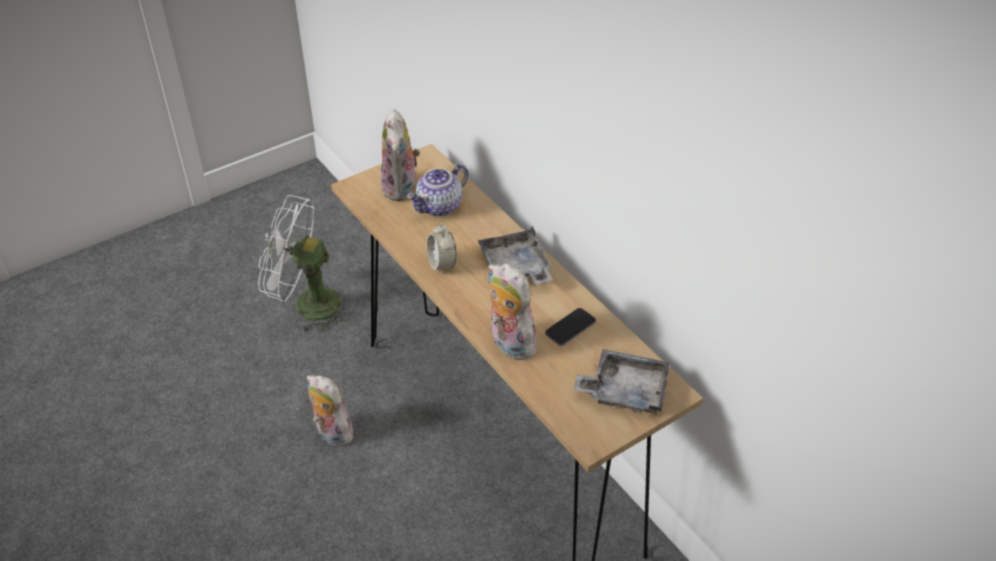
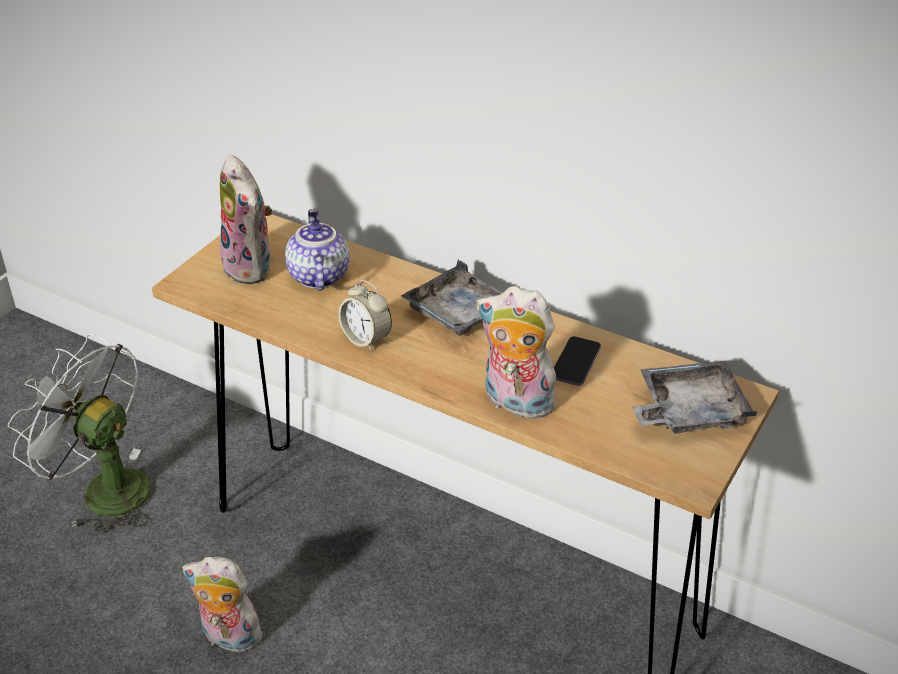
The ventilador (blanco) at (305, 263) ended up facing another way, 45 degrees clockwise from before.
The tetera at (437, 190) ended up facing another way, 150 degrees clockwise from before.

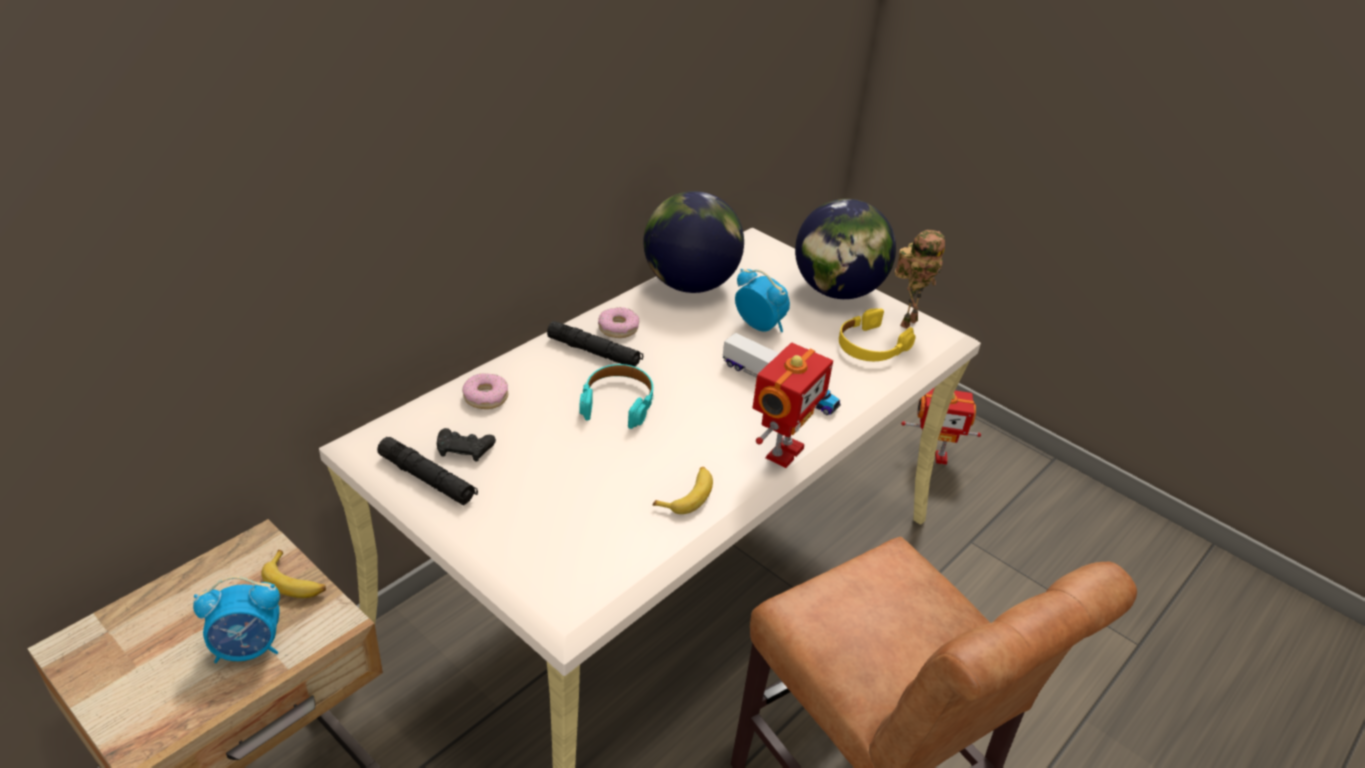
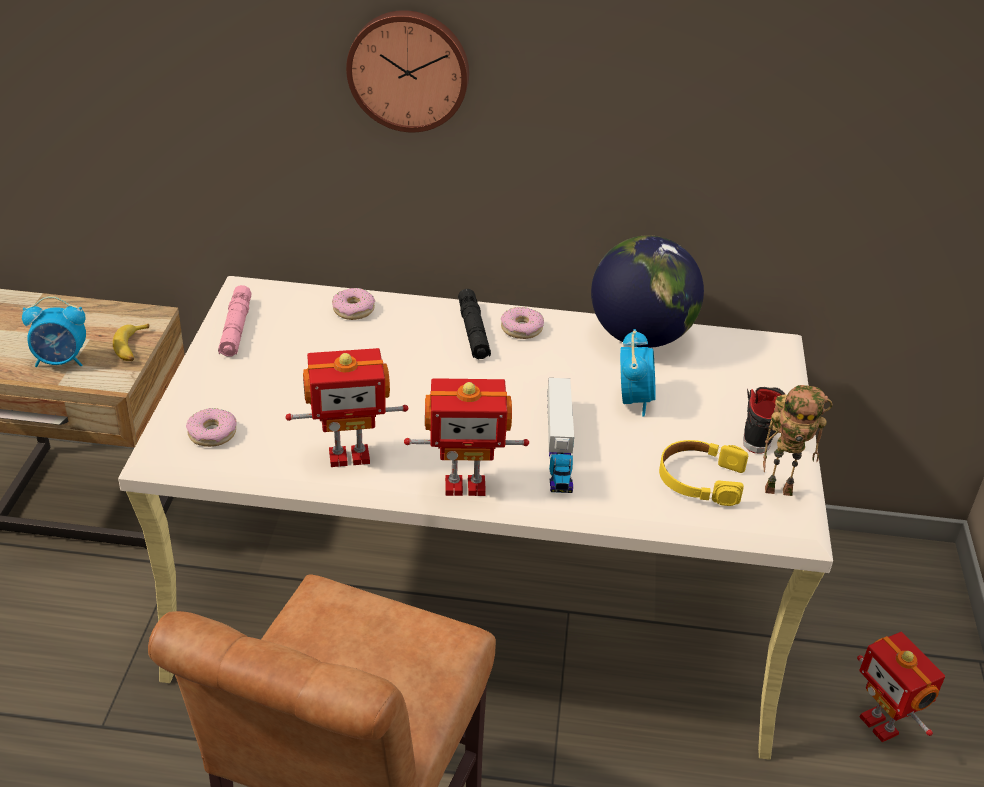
The despertador at (236, 619) ended up facing another way, 45 degrees counterclockwise from before.
The second view gained the rosquilla at (211, 427).
What was the linterna (negro) at (427, 471) turned into the linterna (rosa) at (234, 321).
Where the plátano stood at (683, 490), the robot de juguete came to stand at (346, 407).
The second view gained the reloj de pared at (407, 71).
Where the globo terráqueo stood at (845, 249), the zapato (negro) came to stand at (764, 420).
The second view lost the mando de consola (negro) at (466, 445).
The second view lost the auriculares (turquesa) at (616, 396).

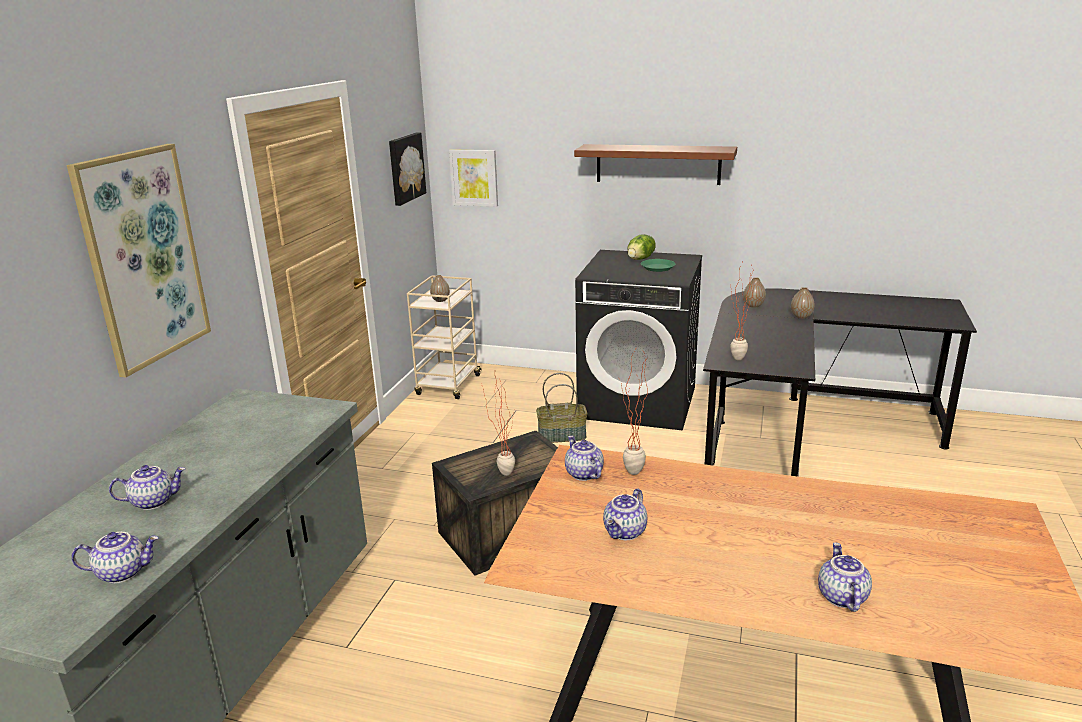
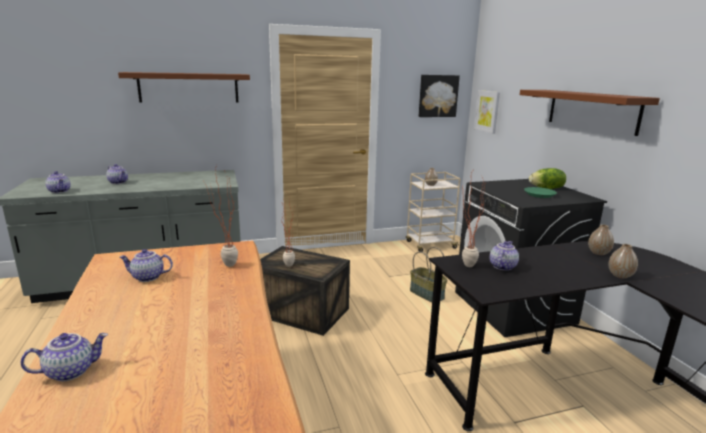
Where the cuadro hung at (139, 261), the estante (marrón) came to hang at (184, 87).
The tetera ended up elsewhere, having gone from (584, 458) to (504, 256).

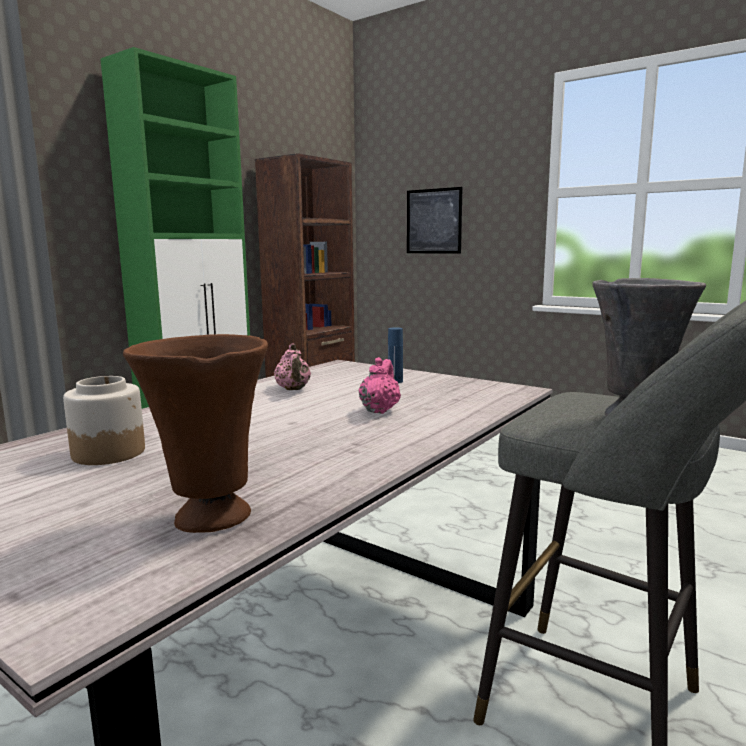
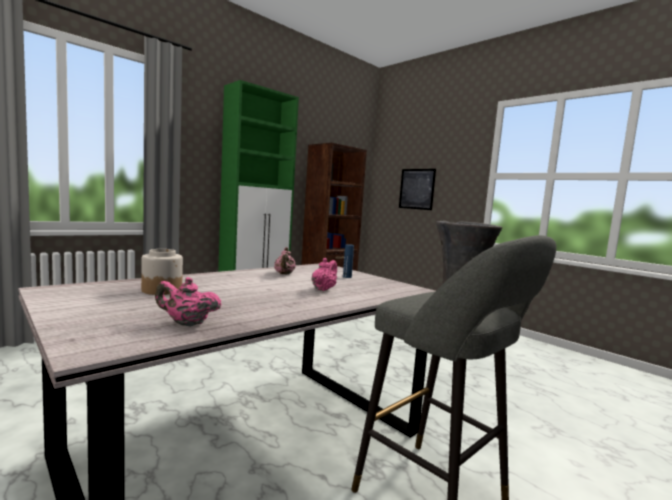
Where the florero (marrón) stood at (195, 433), the tetera (rosa) came to stand at (188, 302).

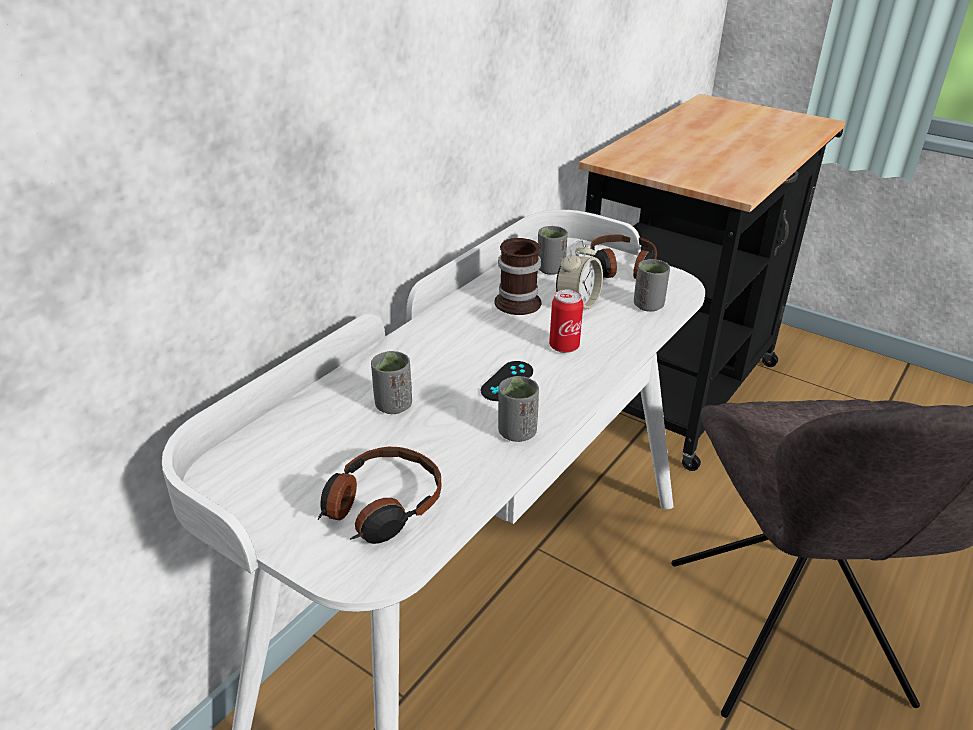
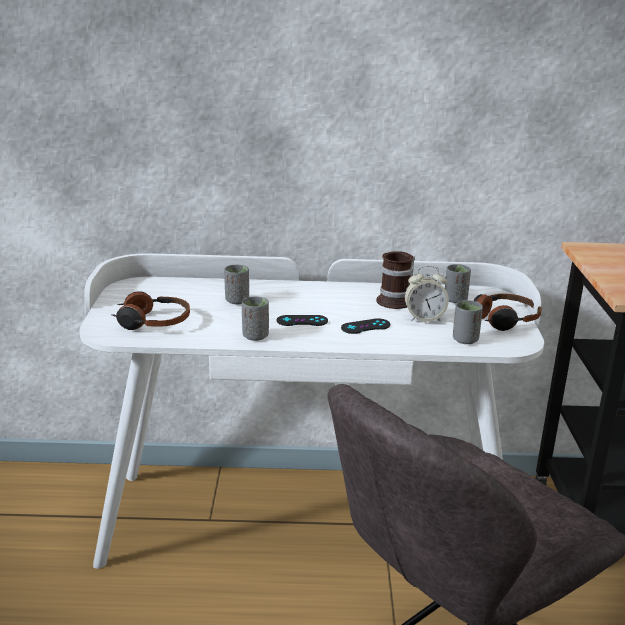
Where the lata stood at (566, 321), the mando de consola (negro) came to stand at (365, 326).

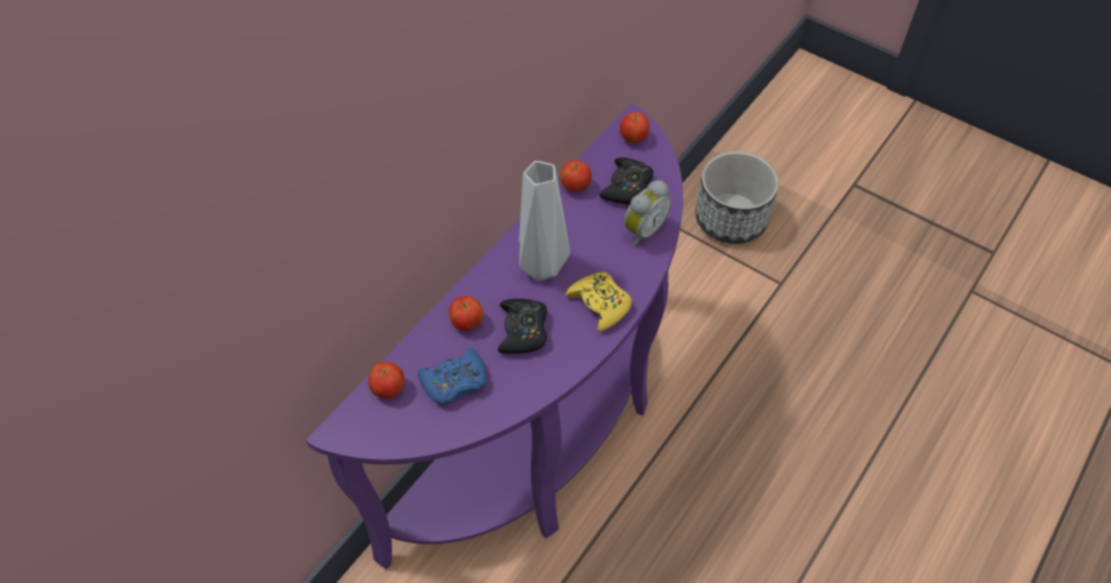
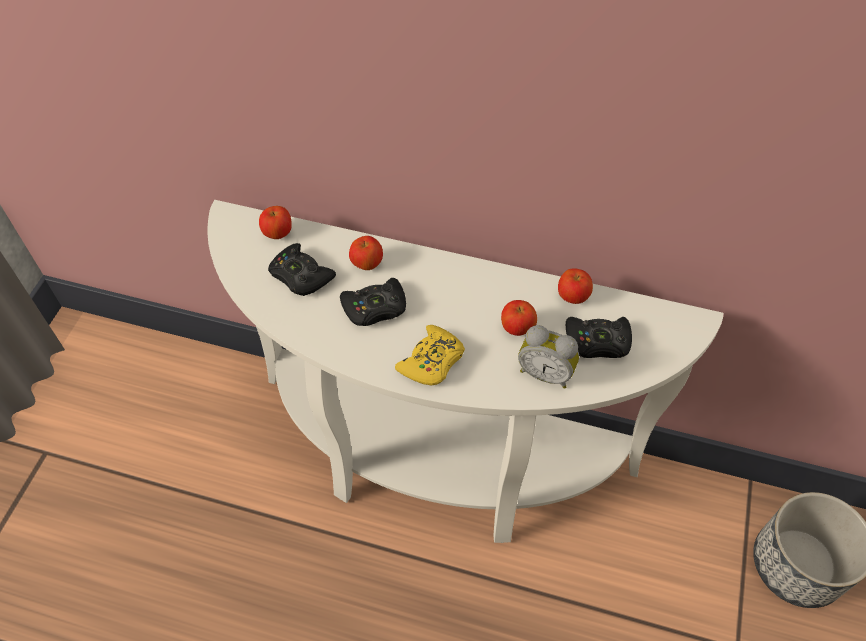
What was the mesa consola (morado) at (494, 336) turned into the mesa consola (blanco) at (466, 371).
What was the mando de consola (azul) at (452, 376) turned into the mando de consola (negro) at (302, 269).
The manzana ended up elsewhere, having gone from (634, 127) to (519, 318).
The second view lost the florero (gris) at (544, 221).

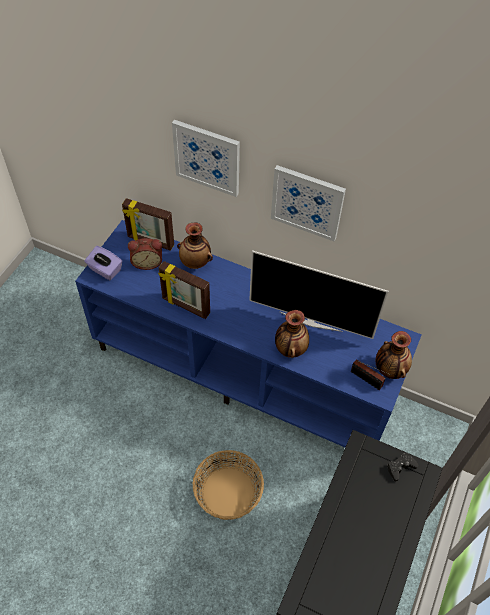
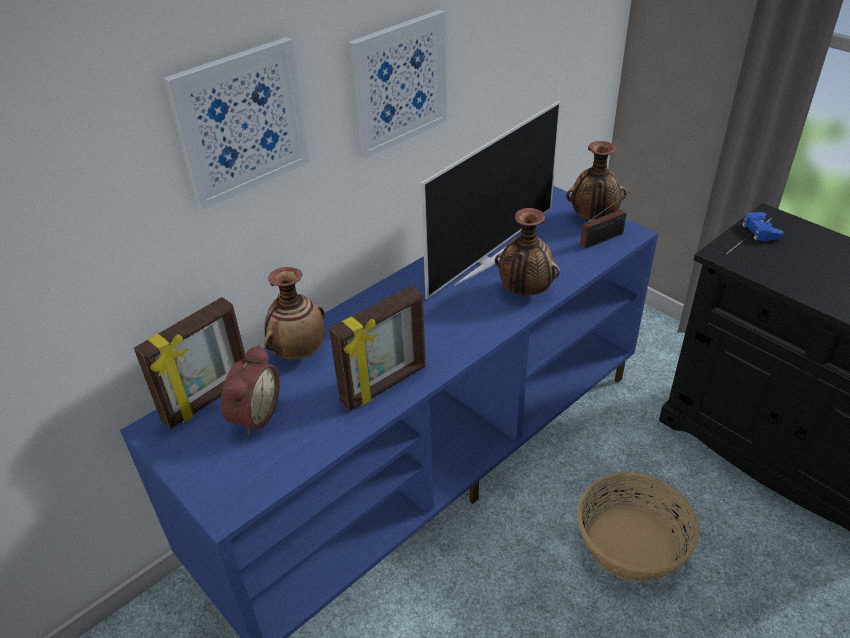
What was the mando de consola (negro) at (403, 467) turned into the mando de consola (azul) at (763, 226).
The second view lost the caja de pañuelos (morado) at (103, 263).

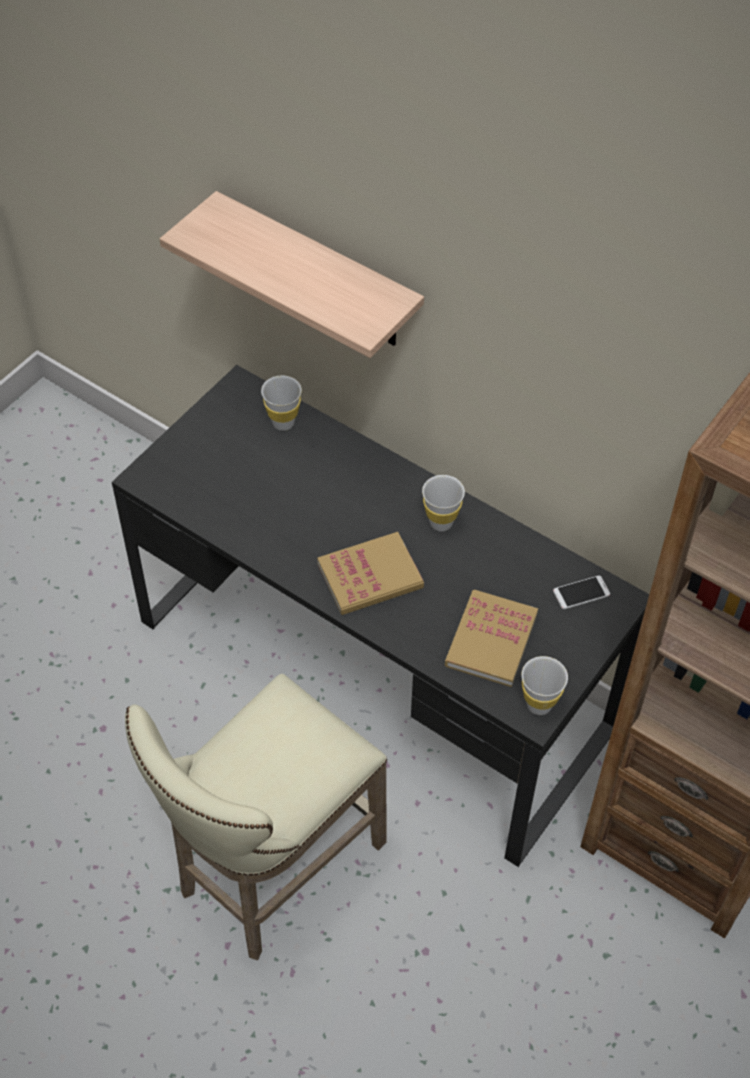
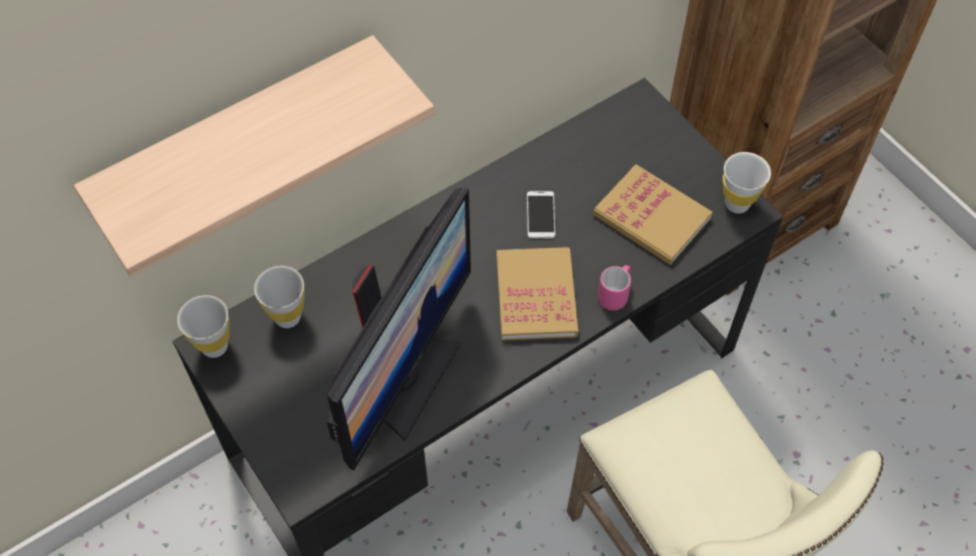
The taza (blanco) ended up elsewhere, having gone from (443, 503) to (203, 326).
The second view gained the monitor at (399, 328).
The móvil ended up elsewhere, having gone from (581, 592) to (541, 214).
The second view gained the taza grande (rosa) at (614, 288).

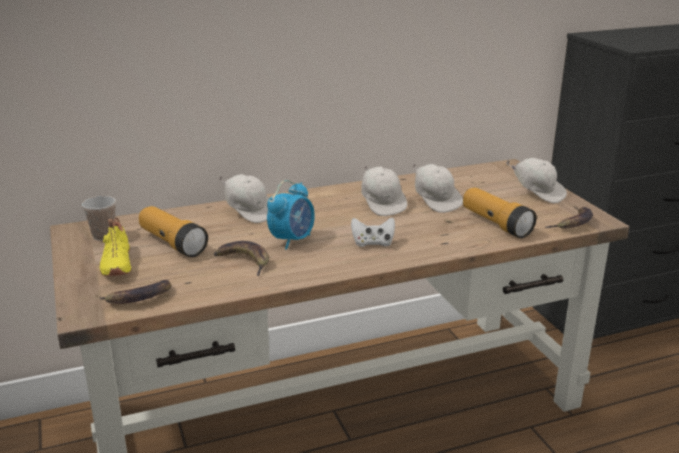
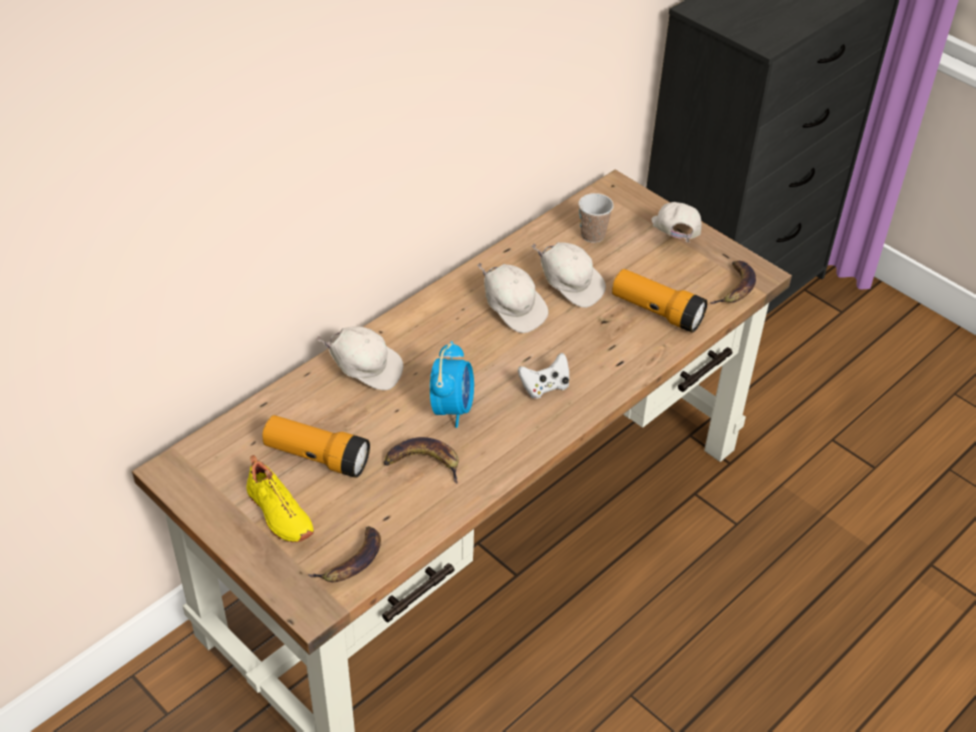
The taza ended up elsewhere, having gone from (99, 218) to (596, 218).
The gorra (blanco) at (536, 181) ended up facing another way, 105 degrees counterclockwise from before.

